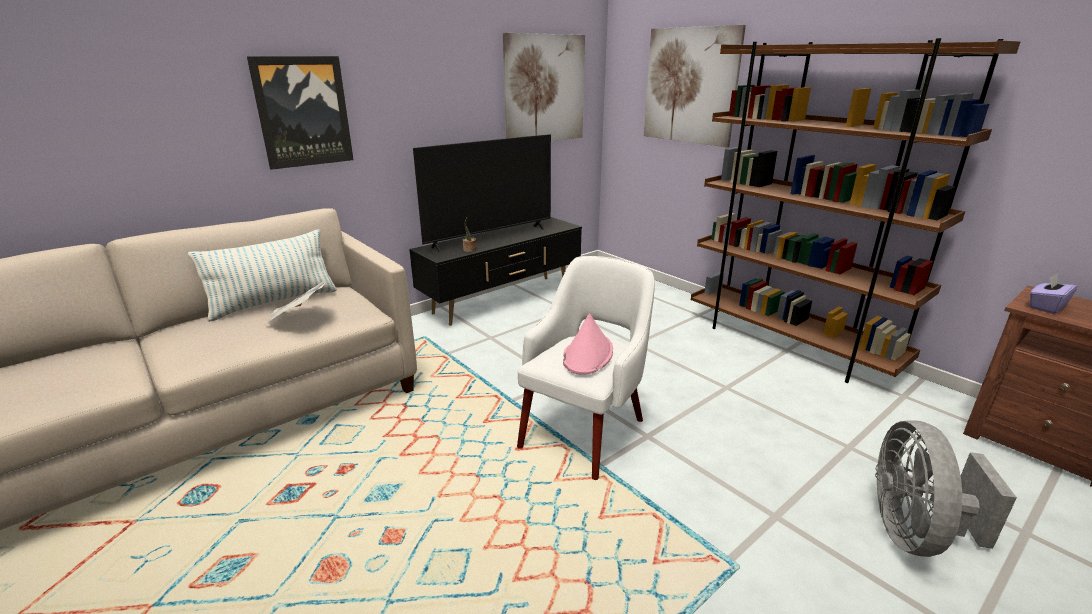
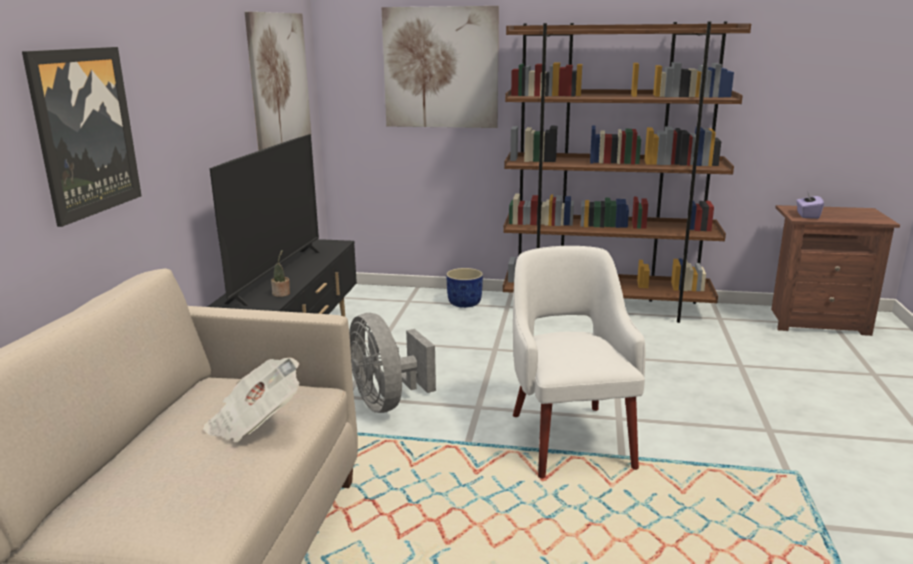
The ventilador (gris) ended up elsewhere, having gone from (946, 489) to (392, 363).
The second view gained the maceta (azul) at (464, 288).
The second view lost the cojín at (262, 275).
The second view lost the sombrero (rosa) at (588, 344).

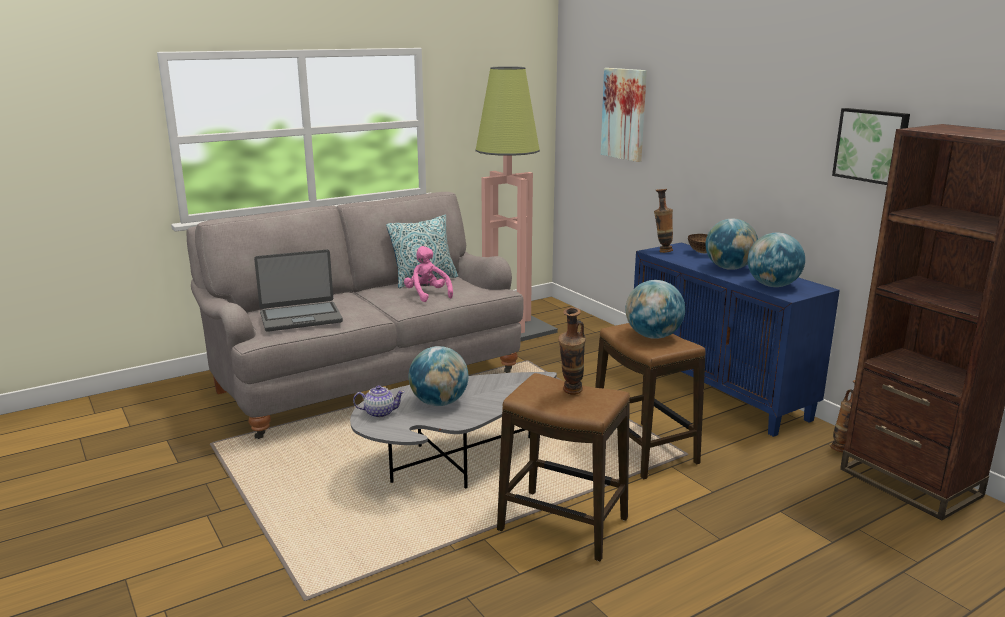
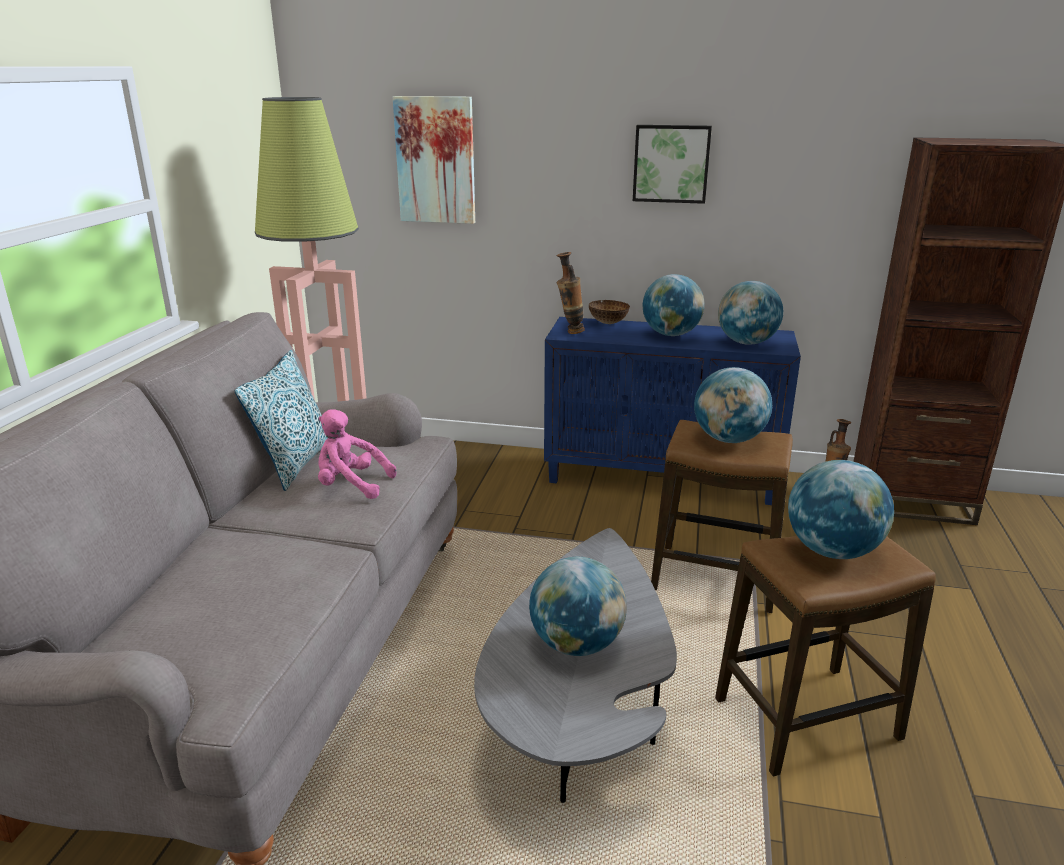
The cuadro ended up elsewhere, having gone from (871, 146) to (672, 164).
Where the florero stood at (572, 351), the globo terráqueo came to stand at (841, 509).
The second view lost the portátil at (298, 290).
The second view lost the tetera at (379, 401).

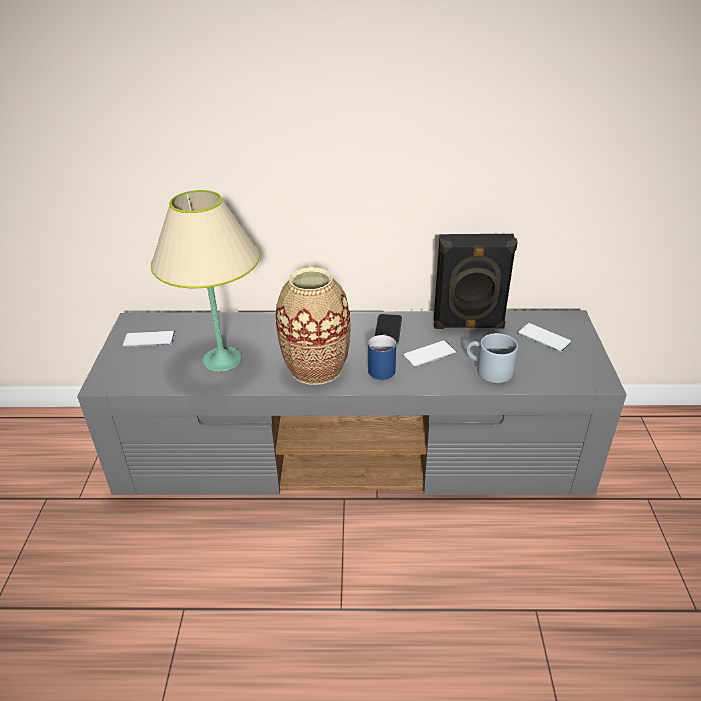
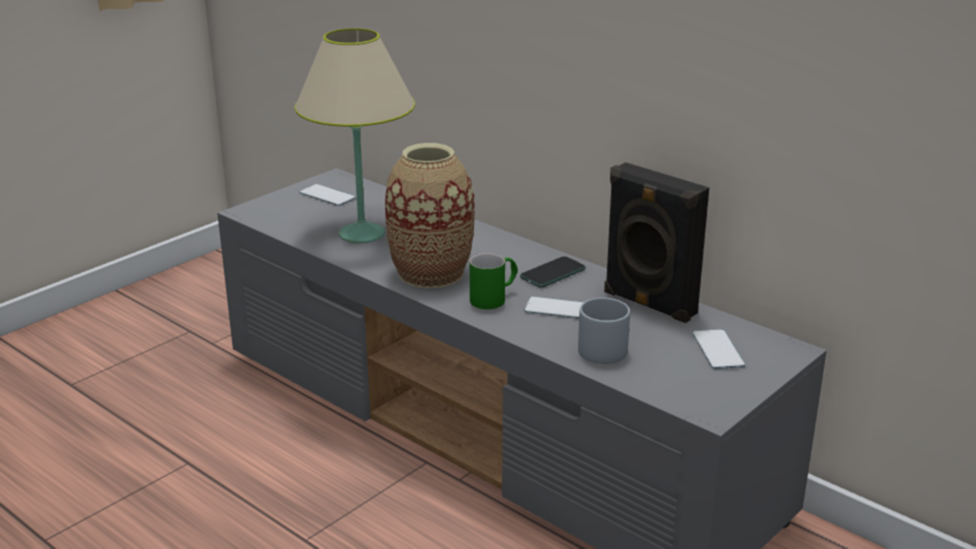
What was the taza grande (azul) at (382, 356) turned into the taza grande (verde) at (494, 281).

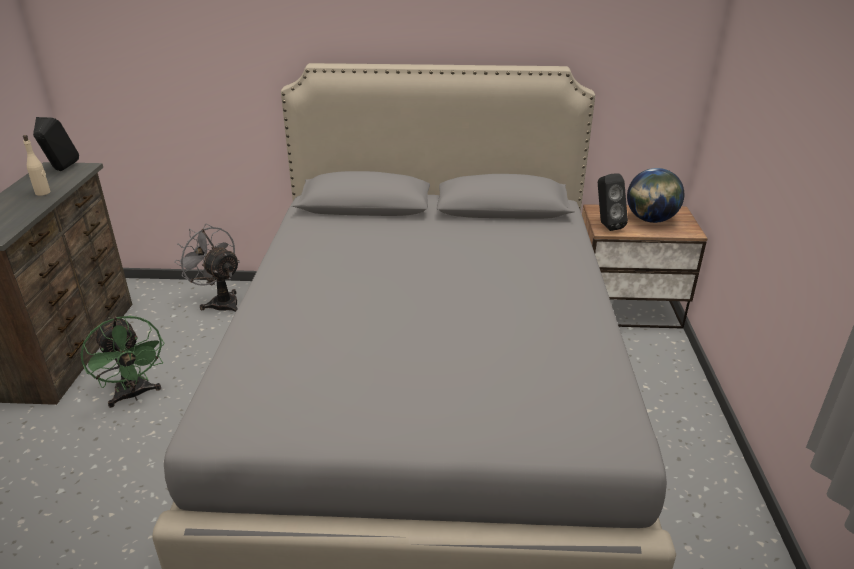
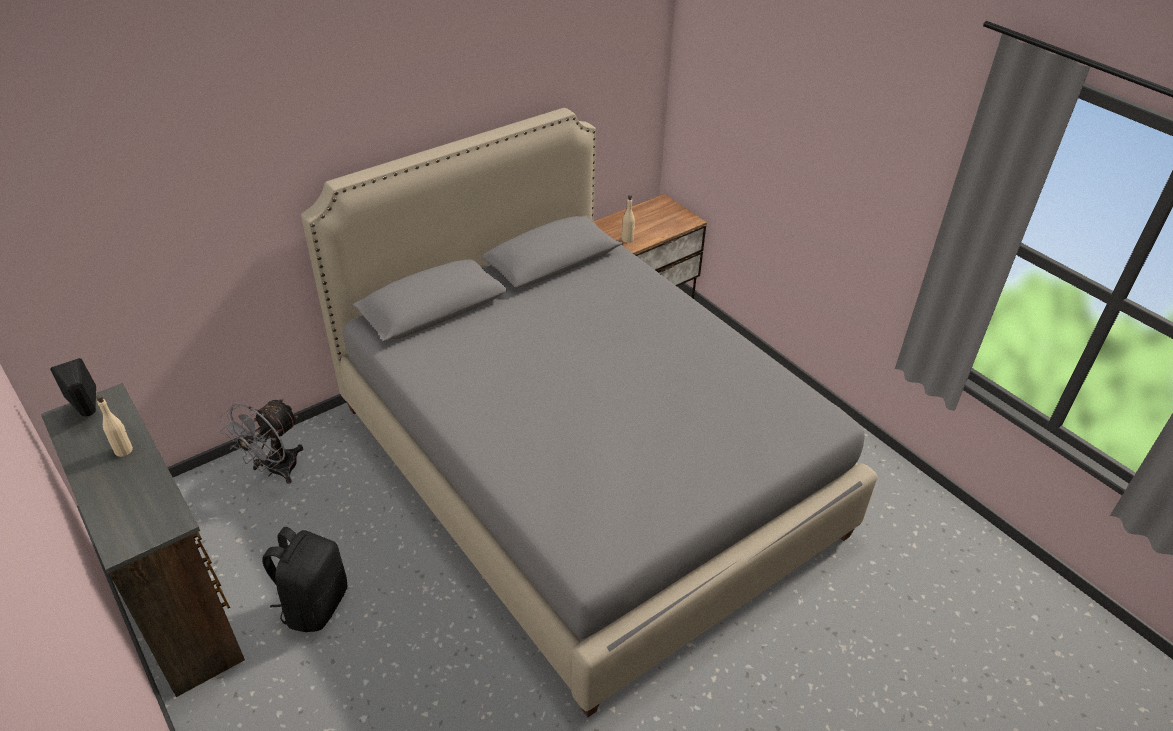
The ventilador (gris) at (207, 268) ended up facing another way, 60 degrees counterclockwise from before.
Where the ventilador (verde) stood at (122, 362), the mochila (negro) came to stand at (304, 579).
Where the altavoz (negro) stood at (613, 202), the botella (beis) came to stand at (628, 219).
The second view lost the globo terráqueo at (655, 195).

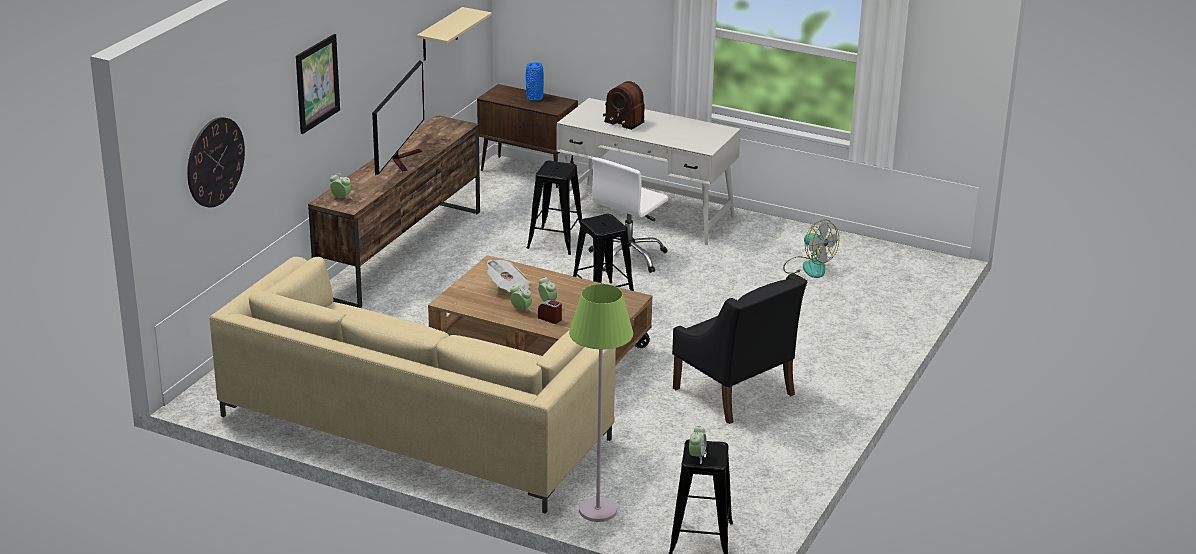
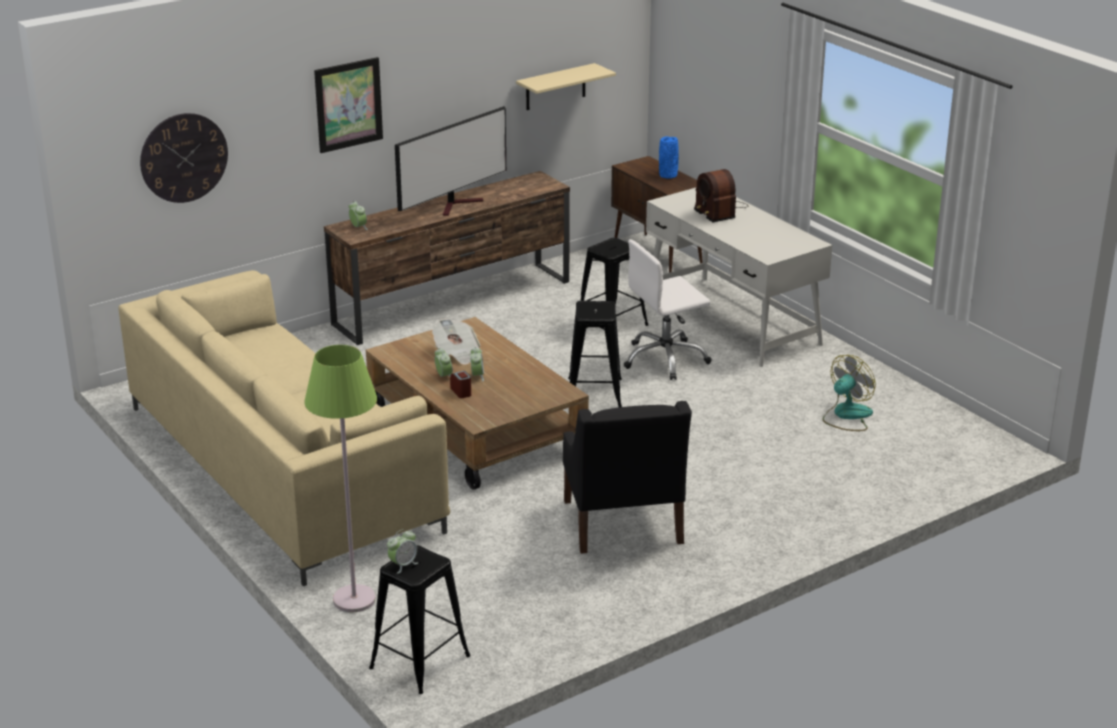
The ventilador at (811, 249) ended up facing another way, 120 degrees counterclockwise from before.

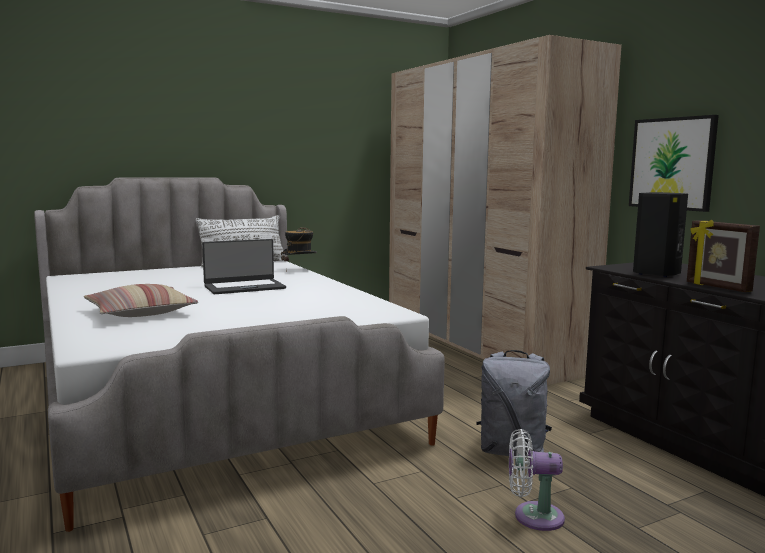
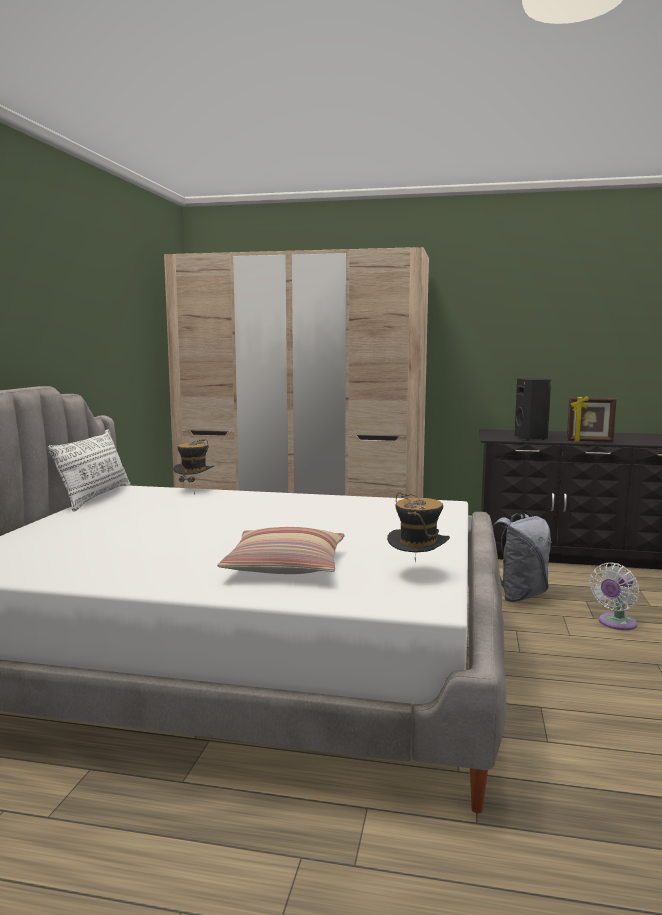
The second view gained the sombrero at (418, 527).
The second view lost the portátil at (244, 266).
The second view lost the cuadro at (674, 163).

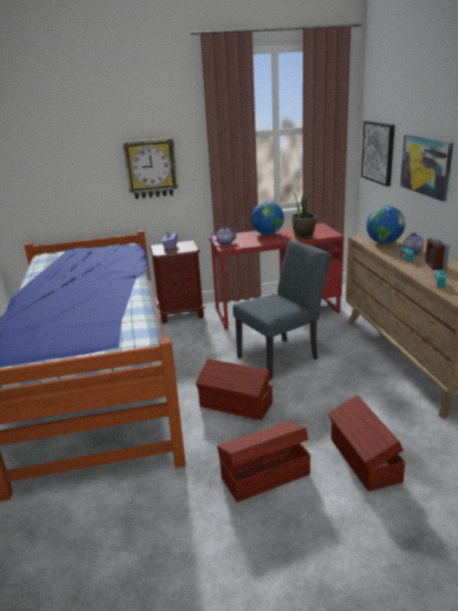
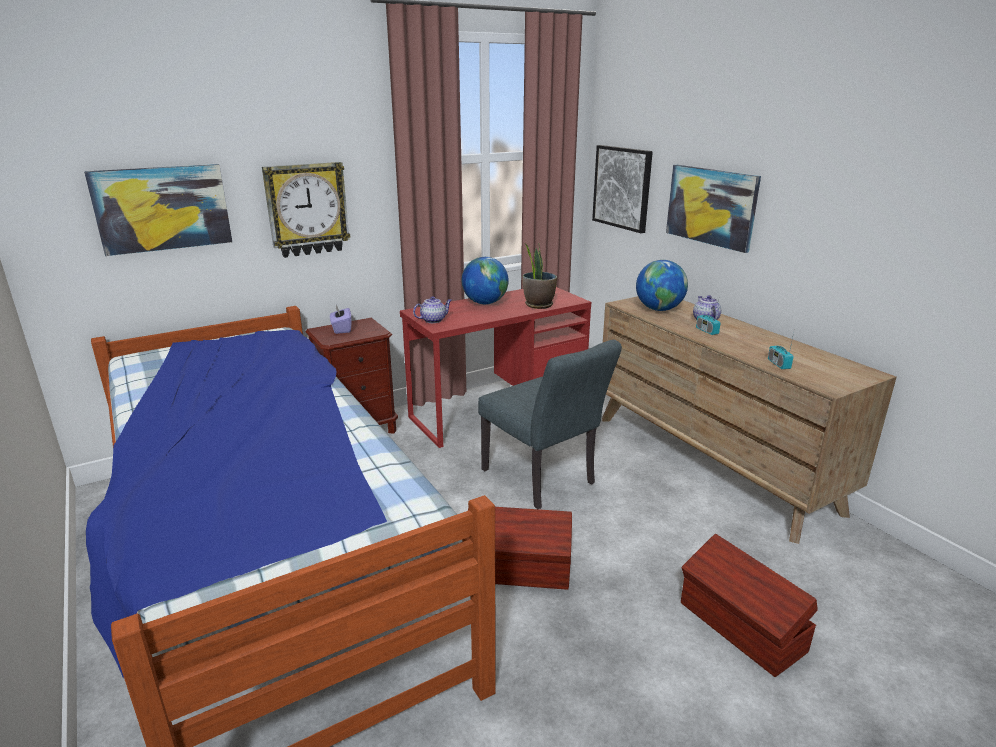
The second view gained the cuadro at (158, 210).
The silla (gris) at (282, 310) ended up facing another way, 105 degrees clockwise from before.
The second view lost the caja de almacenaje (marrón) at (264, 462).
The second view lost the despertador at (437, 254).

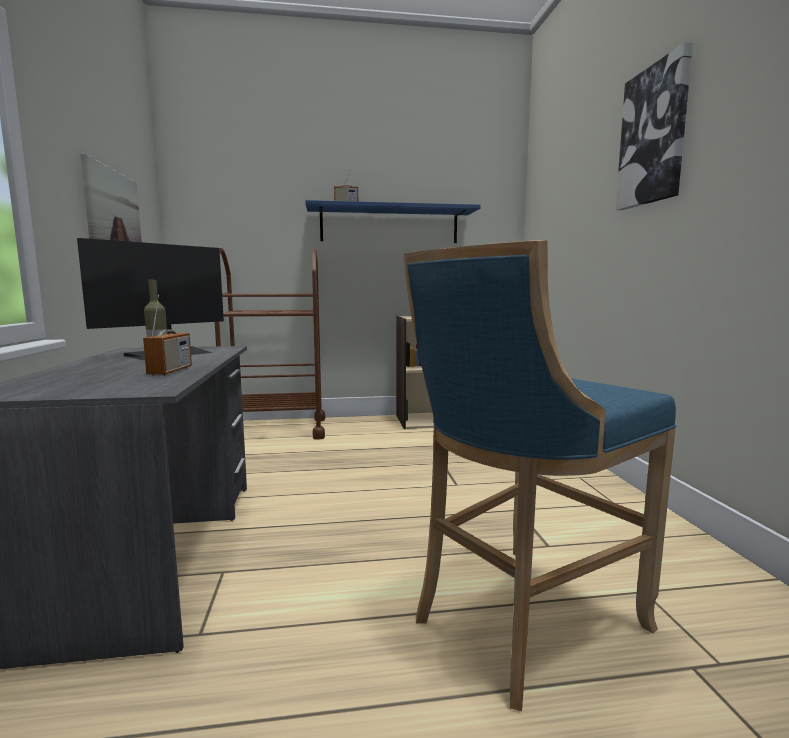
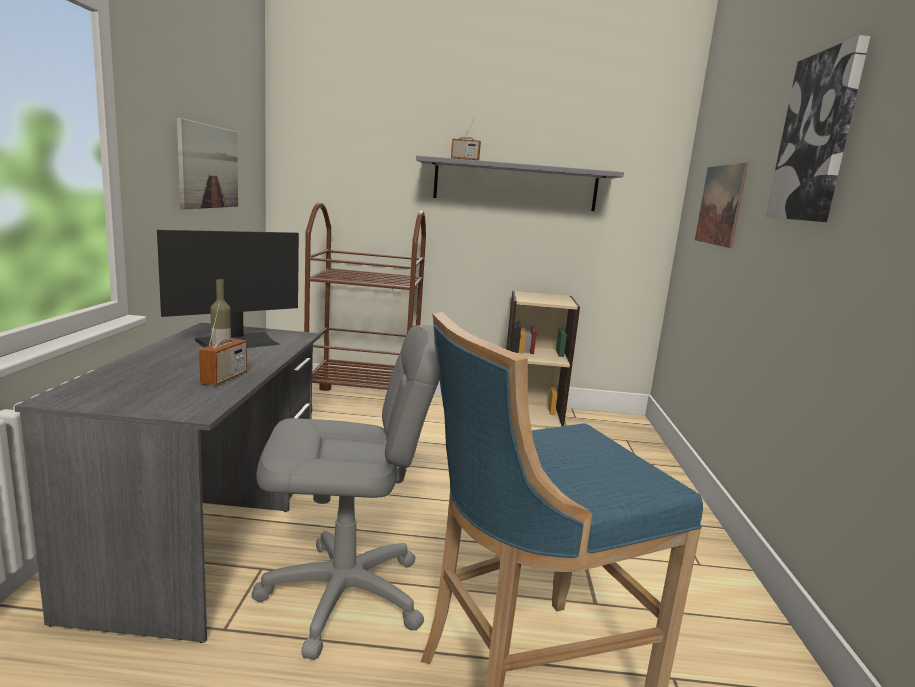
The second view gained the silla de oficina (gris) at (345, 492).
What was the estante (azul) at (393, 221) turned into the estante (gris) at (520, 183).
The second view gained the cuadro at (721, 205).

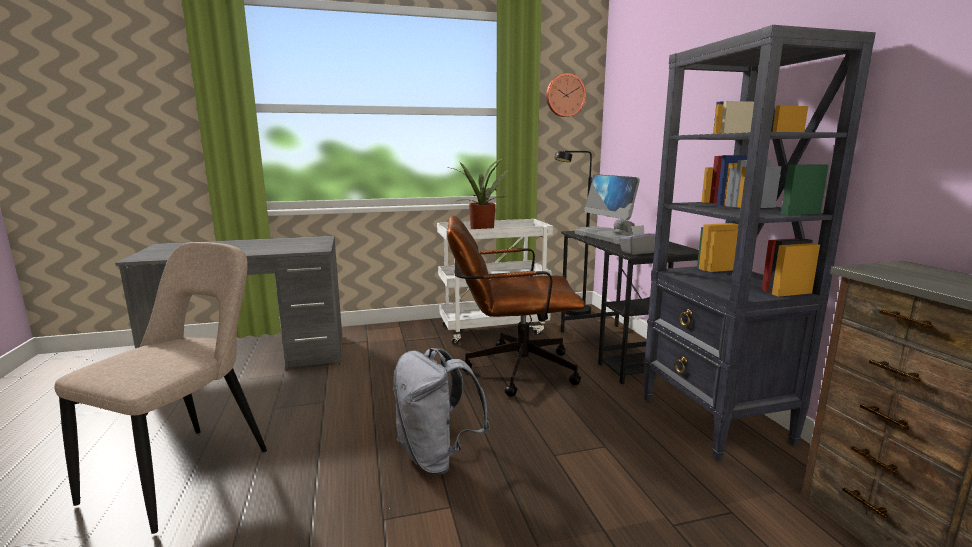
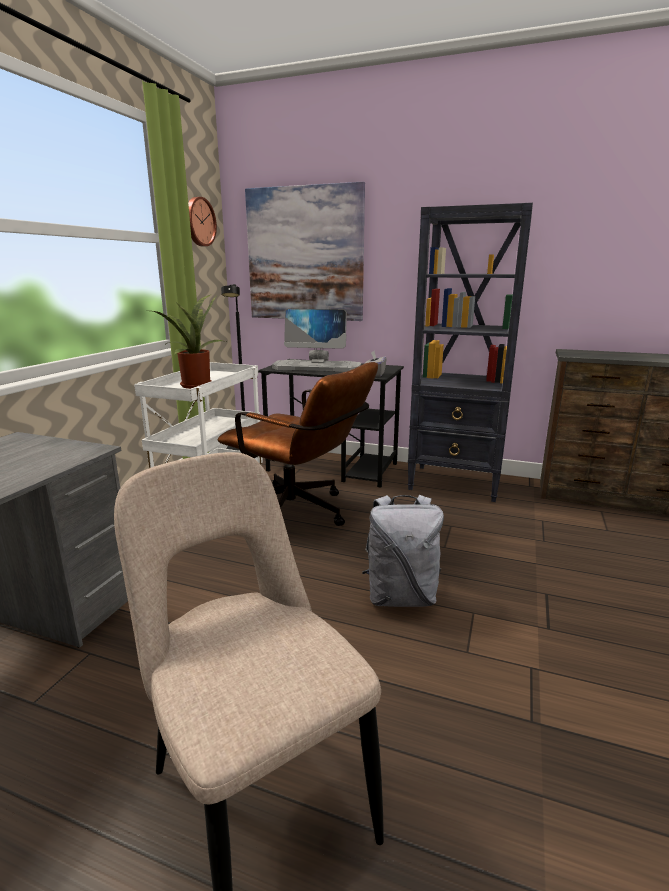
The silla de oficina (marrón) at (516, 306) ended up facing another way, 90 degrees counterclockwise from before.
The second view gained the cuadro at (305, 251).

